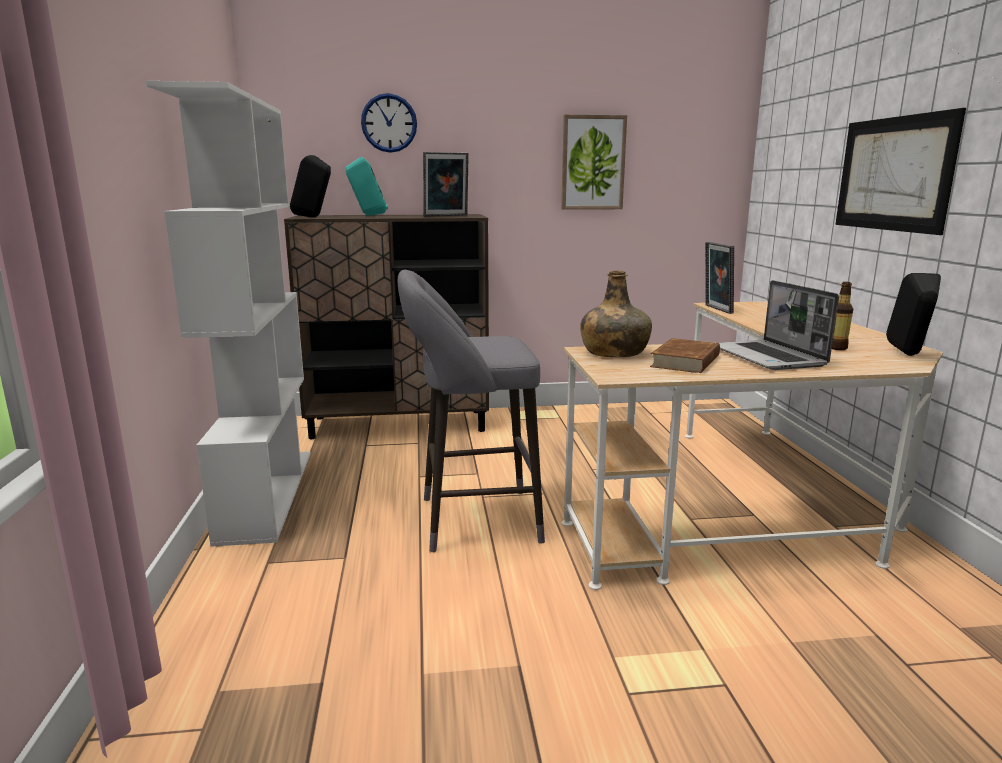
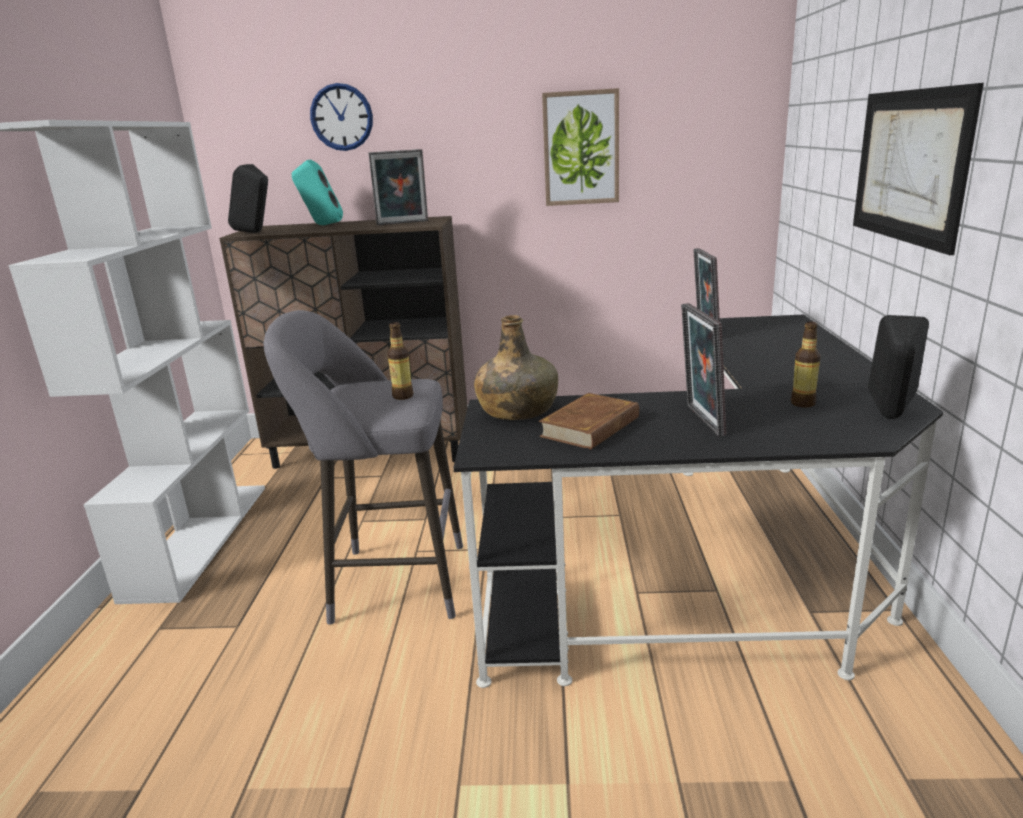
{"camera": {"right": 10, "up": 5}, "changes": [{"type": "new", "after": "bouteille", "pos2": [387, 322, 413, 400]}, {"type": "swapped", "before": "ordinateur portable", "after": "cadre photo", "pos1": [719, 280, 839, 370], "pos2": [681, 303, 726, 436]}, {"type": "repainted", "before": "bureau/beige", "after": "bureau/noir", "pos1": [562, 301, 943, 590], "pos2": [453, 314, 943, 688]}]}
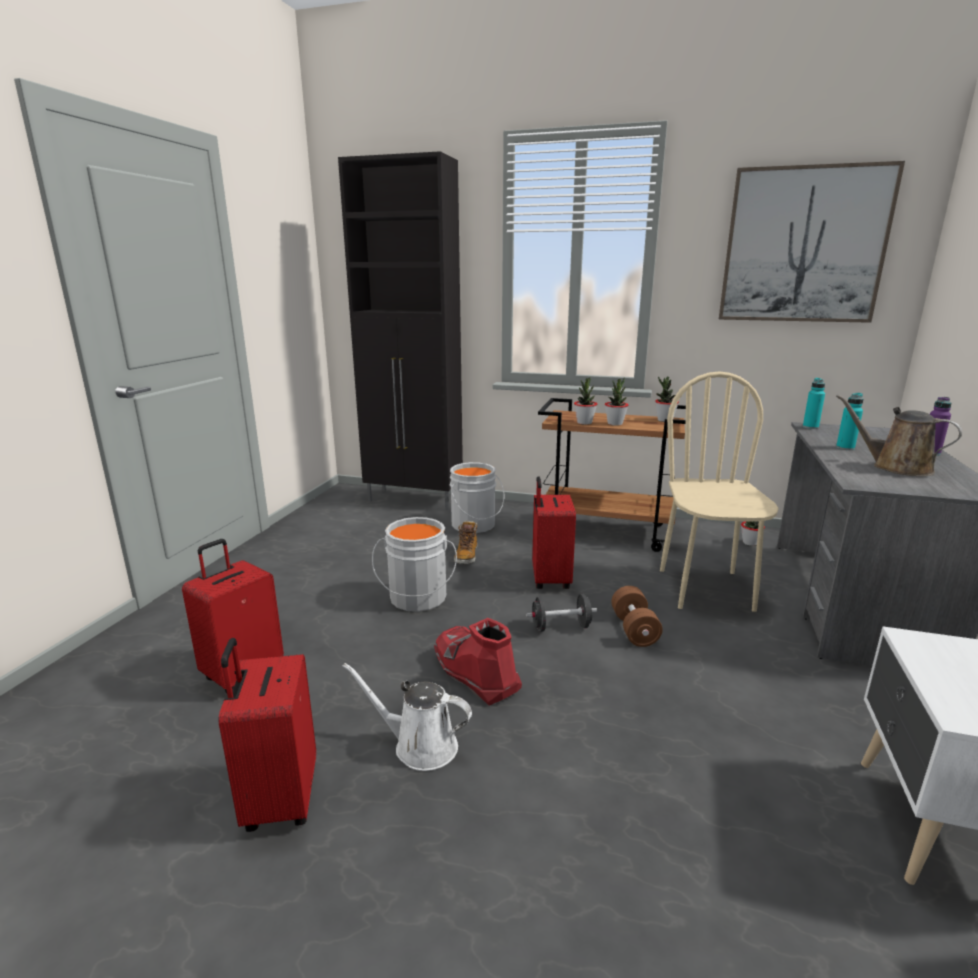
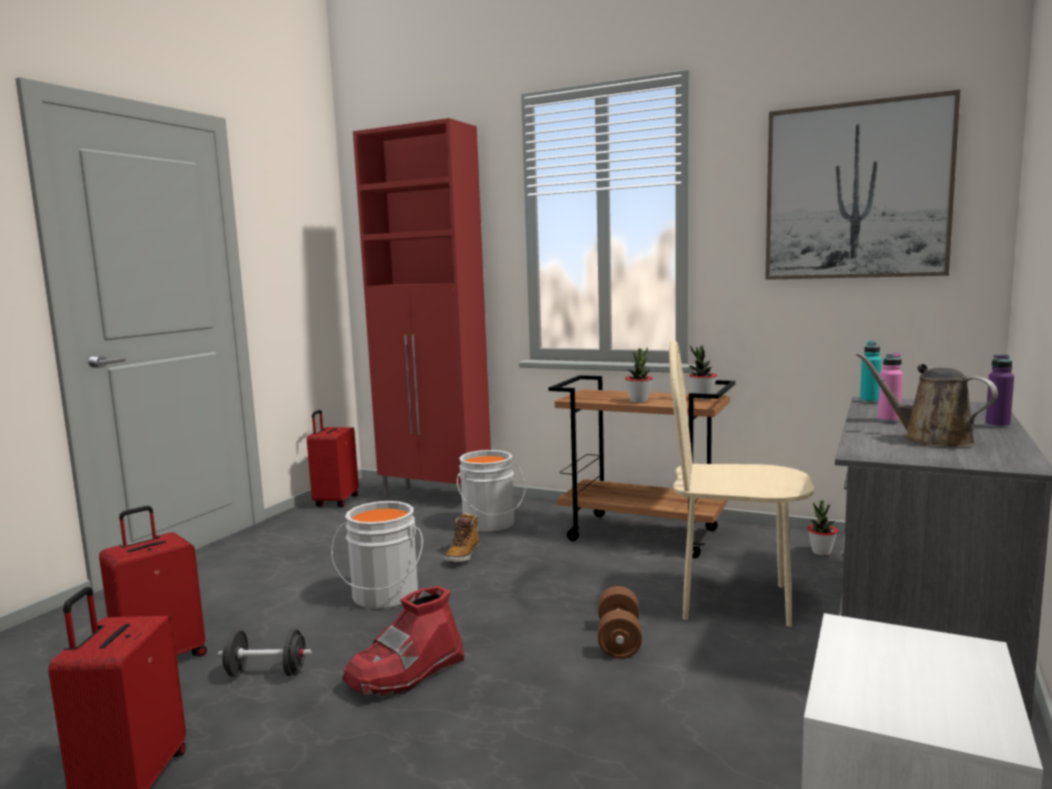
{"camera": {"right": 10, "up": -10}, "changes": [{"type": "gone", "before": "arrosoir/blanc", "pos1": [343, 663, 472, 771]}, {"type": "gone", "before": "plante en pot", "pos1": [574, 377, 597, 425]}, {"type": "shifted", "before": "haltère/noir", "pos1": [526, 594, 597, 632], "pos2": [218, 629, 312, 677]}, {"type": "shifted", "before": "valise/rouge", "pos1": [532, 476, 576, 589], "pos2": [307, 410, 359, 507]}, {"type": "repainted", "before": "meuble de rangement/noir", "after": "meuble de rangement/rouge", "pos1": [338, 151, 463, 510], "pos2": [353, 118, 491, 498]}, {"type": "repainted", "before": "bouteille/turquoise", "after": "bouteille/rose", "pos1": [836, 393, 864, 450], "pos2": [878, 352, 903, 423]}, {"type": "rotated", "before": "botte/rouge", "pos1": [433, 618, 522, 705], "pos2": [342, 586, 464, 696], "turn": -105}, {"type": "rotated", "before": "chaise/beige", "pos1": [660, 371, 779, 612], "pos2": [669, 340, 814, 627], "turn": -90}]}
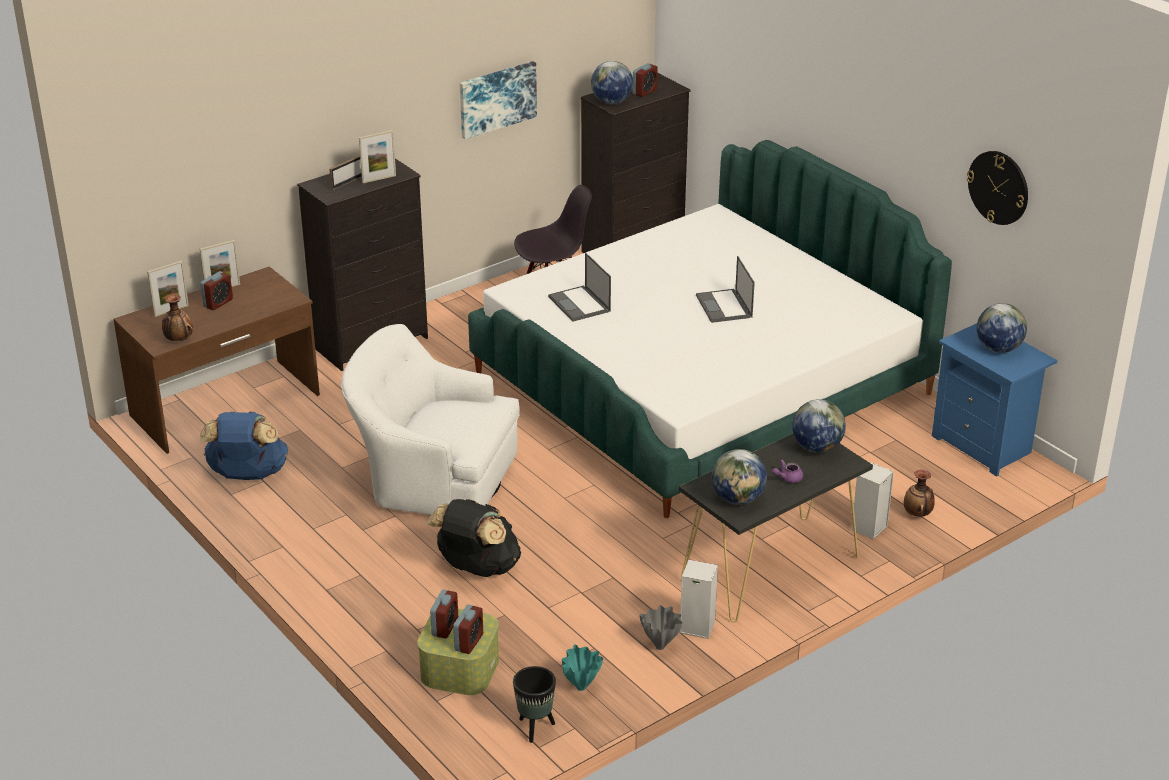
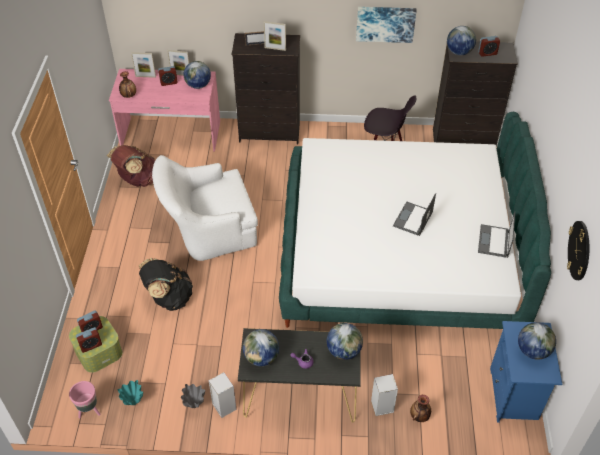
{"camera": {"right": 40, "up": 15}, "changes": [{"type": "new", "after": "globe", "pos2": [184, 61, 211, 89]}, {"type": "shifted", "before": "ordinateur portable", "pos1": [548, 252, 611, 322], "pos2": [478, 212, 515, 258]}, {"type": "repainted", "before": "bureau/marron", "after": "bureau/rose", "pos1": [114, 266, 320, 454], "pos2": [109, 69, 220, 151]}, {"type": "repainted", "before": "sac à dos/bleu", "after": "sac à dos/marron", "pos1": [200, 411, 288, 480], "pos2": [107, 145, 155, 187]}, {"type": "repainted", "before": "cache-pot/noir", "after": "cache-pot/rose", "pos1": [513, 666, 556, 743], "pos2": [69, 381, 101, 418]}, {"type": "rotated", "before": "fauteuil/blanc", "pos1": [341, 324, 520, 515], "pos2": [152, 155, 258, 261], "turn": -75}]}
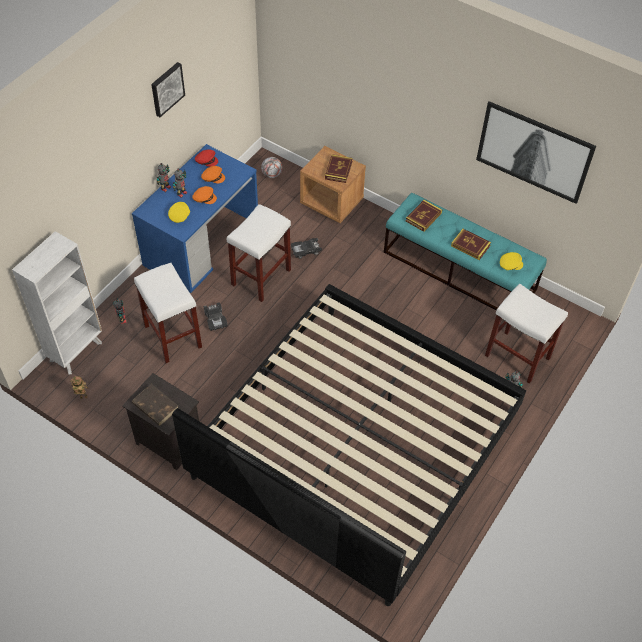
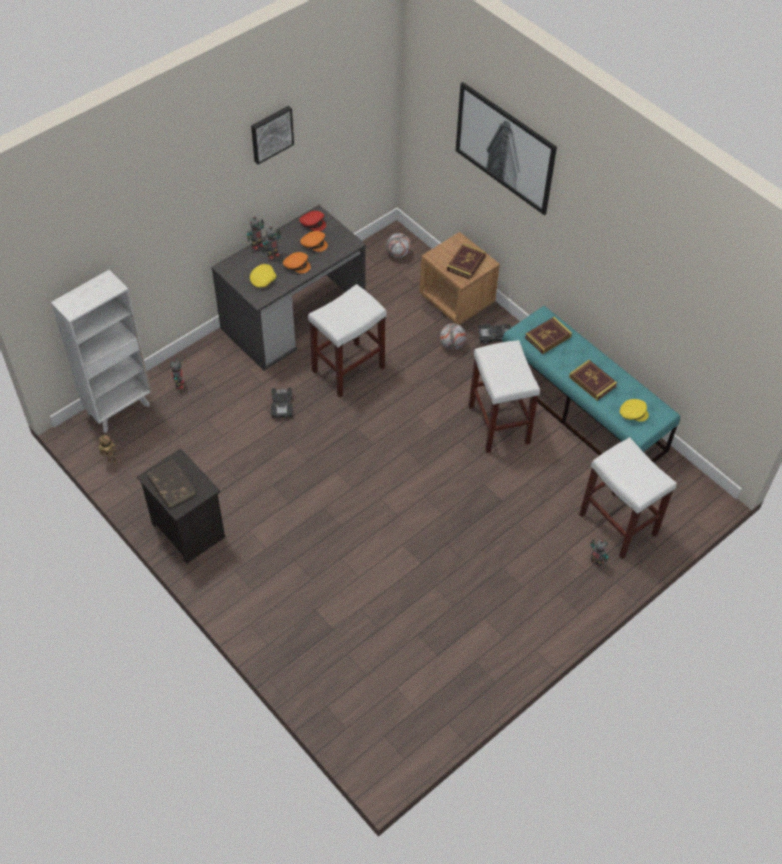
{"camera": {"right": 15, "up": 0}, "changes": [{"type": "gone", "before": "lit", "pos1": [172, 284, 526, 606]}, {"type": "new", "after": "ballon de foot", "pos2": [440, 323, 466, 350]}, {"type": "shifted", "before": "tabouret/blanc", "pos1": [134, 263, 202, 363], "pos2": [468, 340, 540, 453]}, {"type": "shifted", "before": "petite voiture/noir", "pos1": [291, 238, 322, 259], "pos2": [478, 324, 511, 344]}, {"type": "shifted", "before": "tableau", "pos1": [476, 101, 596, 204], "pos2": [456, 82, 557, 215]}, {"type": "repainted", "before": "bureau/bleu", "after": "bureau/gris", "pos1": [132, 144, 258, 293], "pos2": [211, 205, 366, 371]}]}
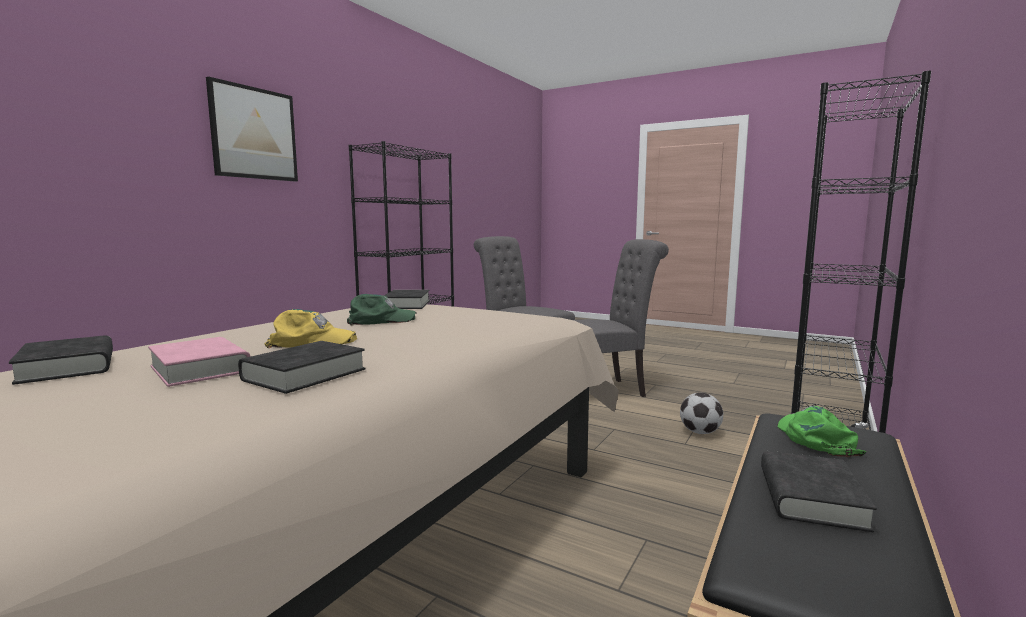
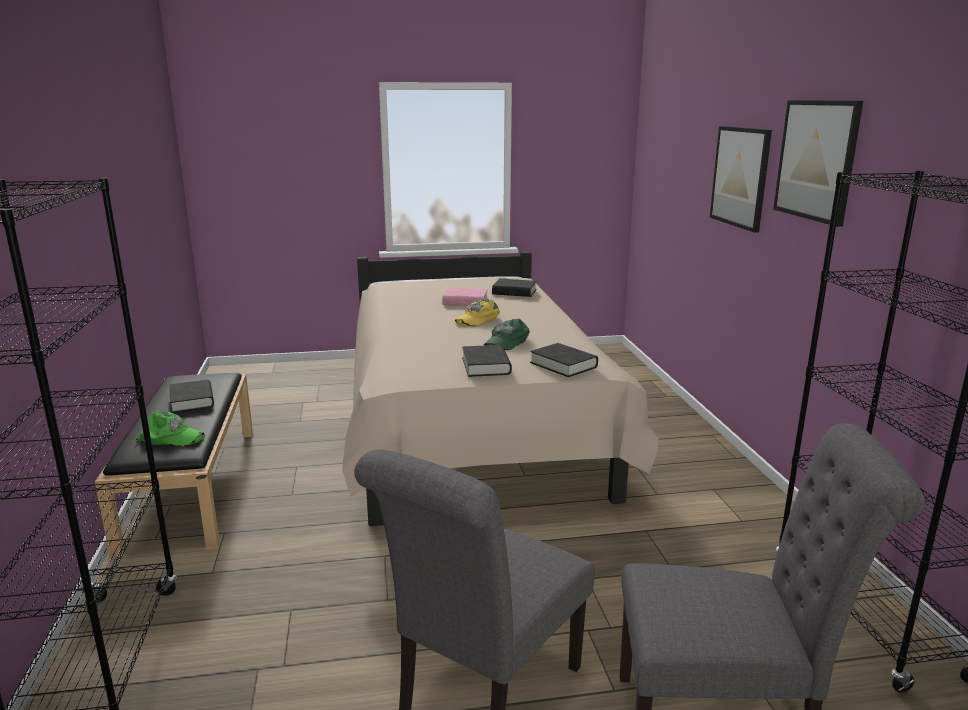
{"camera": {"right": 140, "up": 10}, "changes": [{"type": "gone", "before": "ballon de foot", "pos1": [680, 393, 723, 434]}, {"type": "new", "after": "tableau", "pos2": [710, 126, 772, 233]}, {"type": "shifted", "before": "livre/noir", "pos1": [238, 341, 365, 394], "pos2": [462, 345, 512, 377]}, {"type": "rotated", "before": "casquette/vert", "pos1": [777, 406, 866, 457], "pos2": [135, 412, 205, 447], "turn": -45}]}
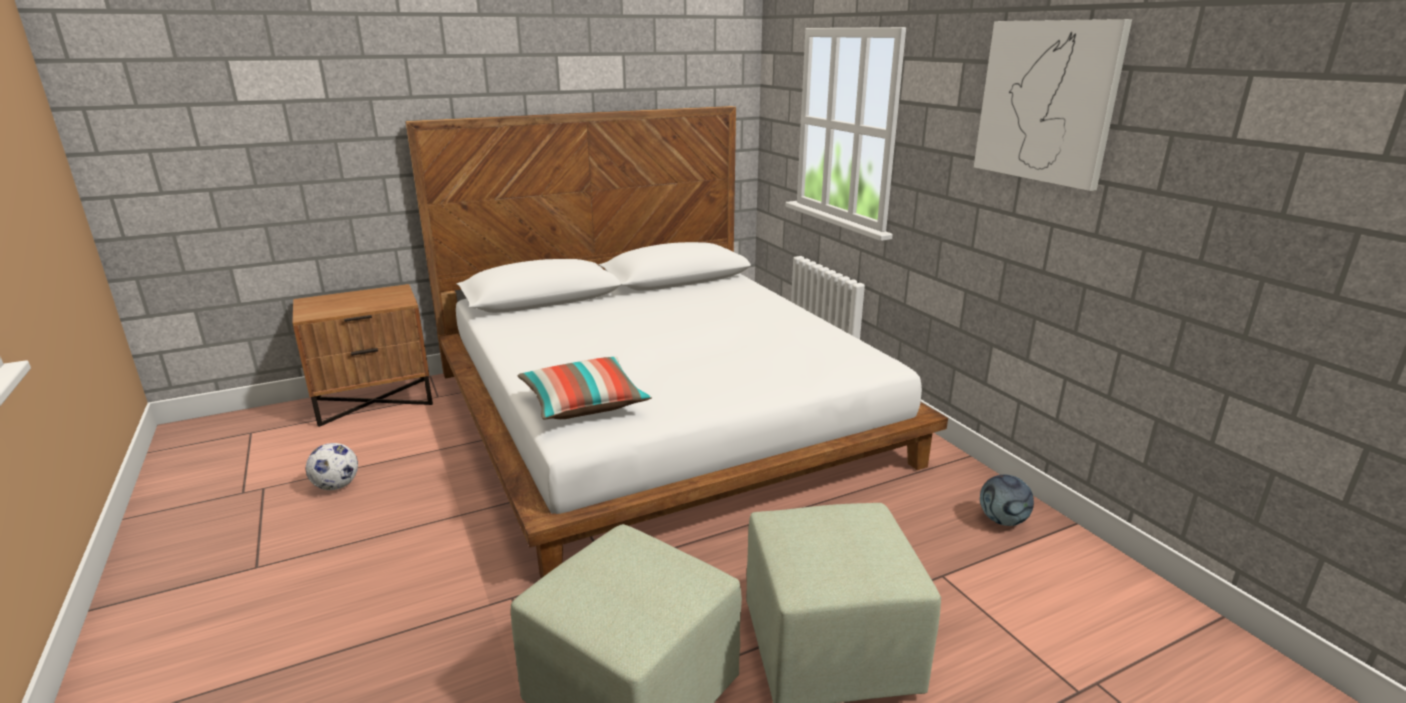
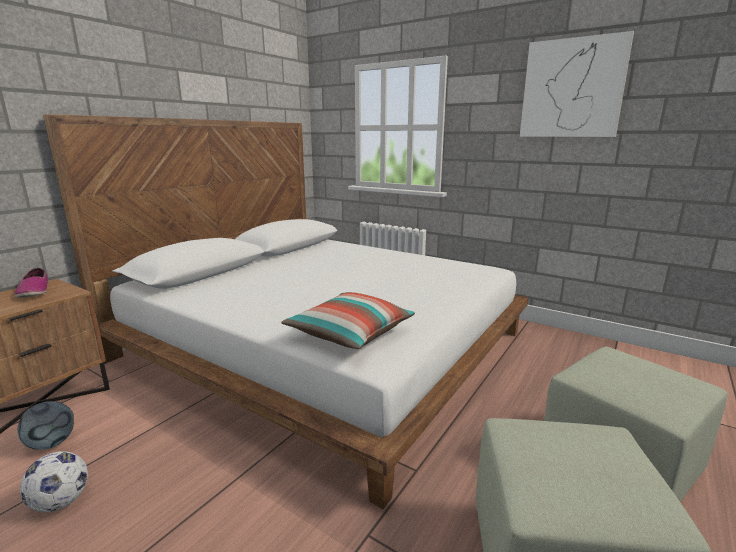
{"camera": {"right": -30, "up": -5}, "changes": [{"type": "new", "after": "chaussure", "pos2": [15, 268, 48, 298]}, {"type": "shifted", "before": "ballon de foot", "pos1": [980, 474, 1034, 526], "pos2": [17, 401, 74, 450]}]}
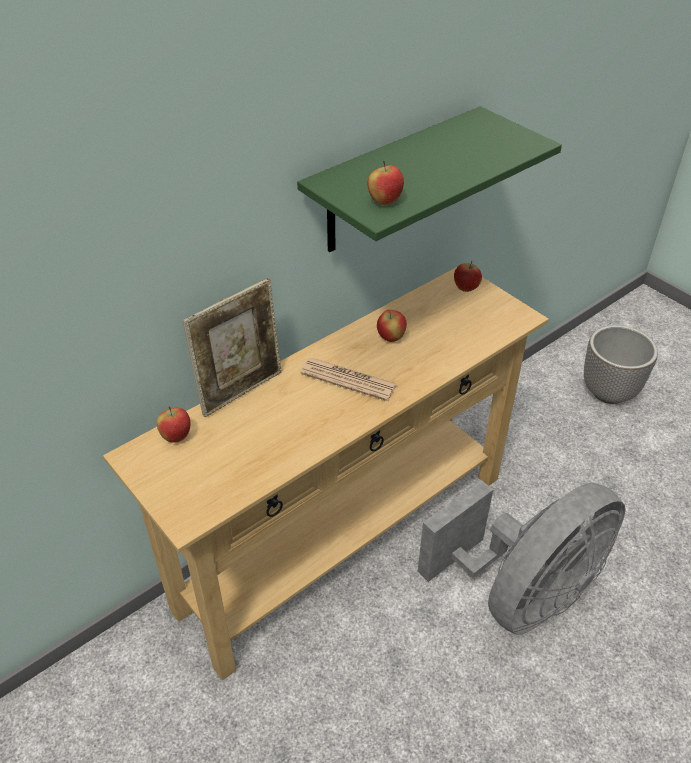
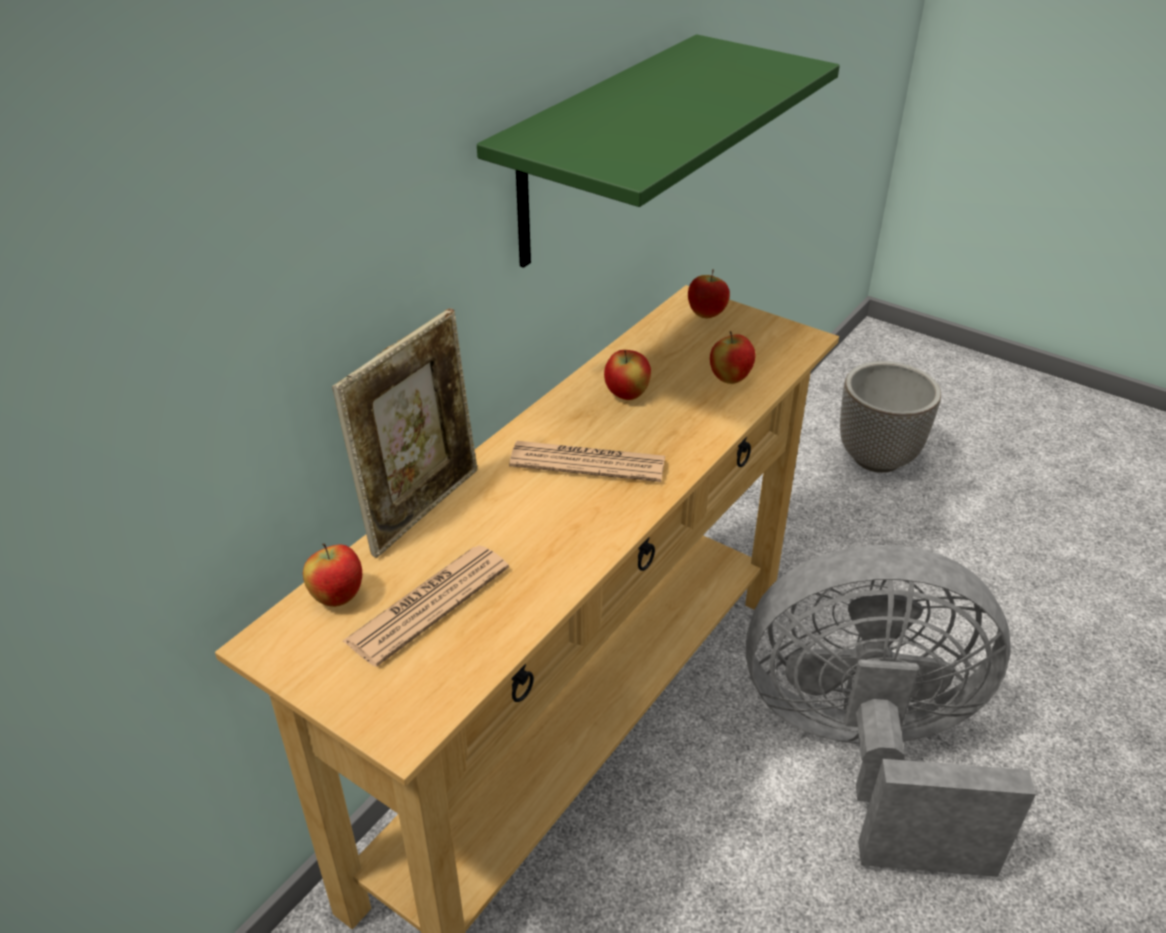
{"camera": {"right": -15, "up": -5}, "changes": [{"type": "new", "after": "journal", "pos2": [343, 545, 509, 667]}, {"type": "shifted", "before": "pomme", "pos1": [368, 161, 404, 205], "pos2": [710, 331, 756, 384]}, {"type": "rotated", "before": "ventilateur/gris", "pos1": [418, 480, 625, 635], "pos2": [746, 545, 1036, 877], "turn": -120}]}
